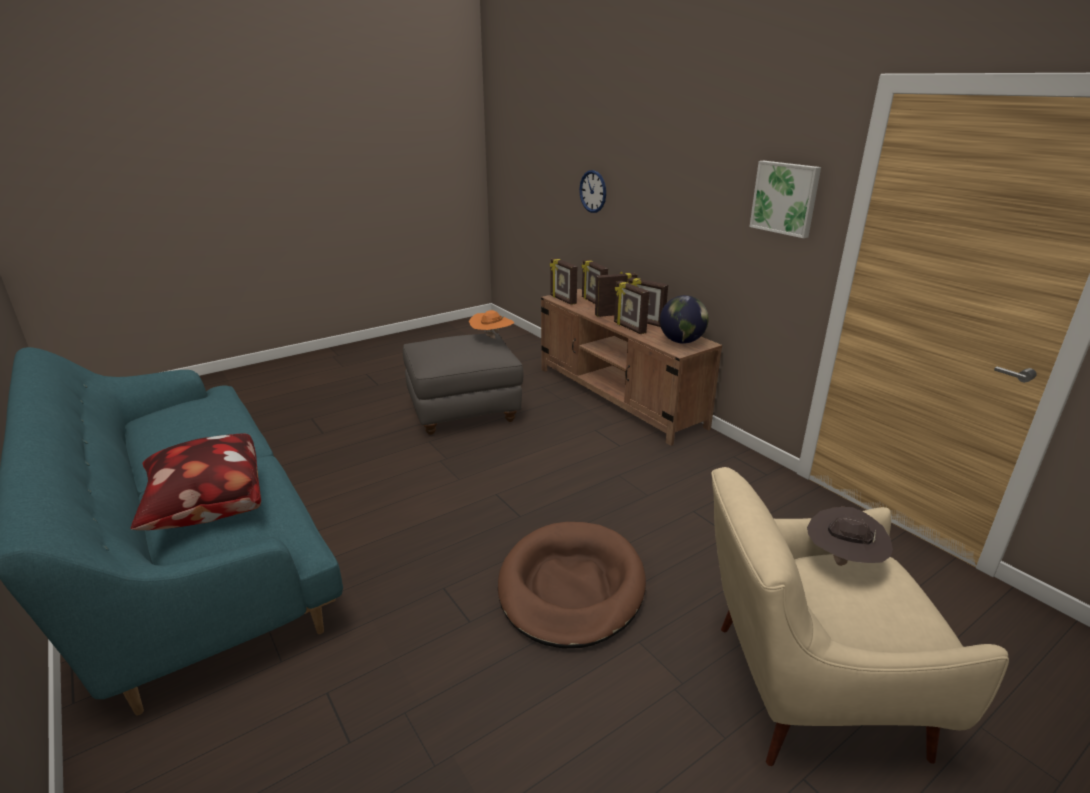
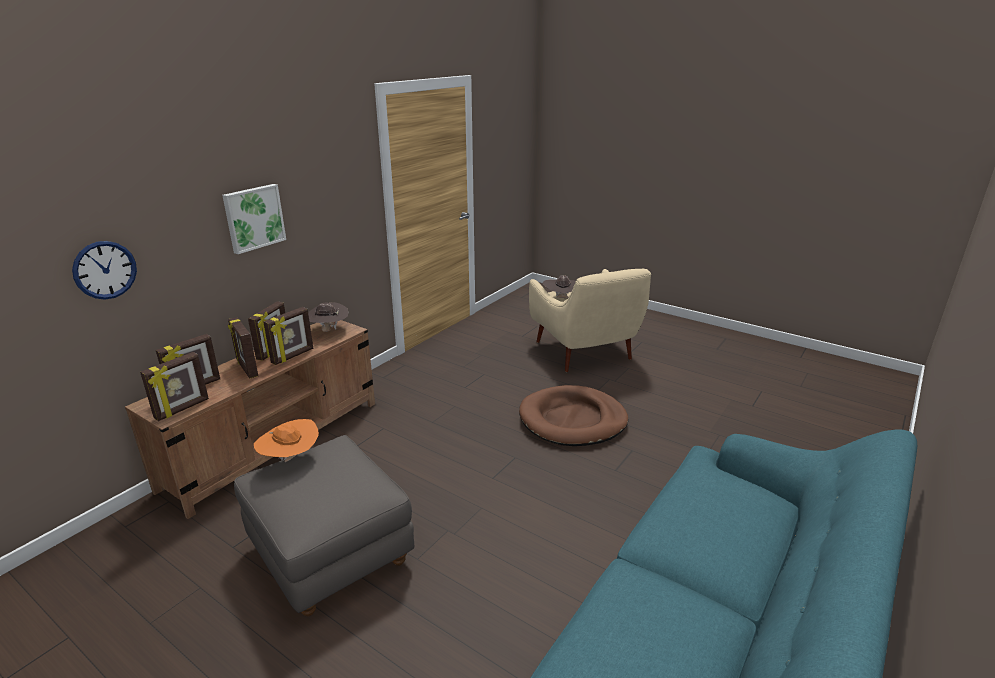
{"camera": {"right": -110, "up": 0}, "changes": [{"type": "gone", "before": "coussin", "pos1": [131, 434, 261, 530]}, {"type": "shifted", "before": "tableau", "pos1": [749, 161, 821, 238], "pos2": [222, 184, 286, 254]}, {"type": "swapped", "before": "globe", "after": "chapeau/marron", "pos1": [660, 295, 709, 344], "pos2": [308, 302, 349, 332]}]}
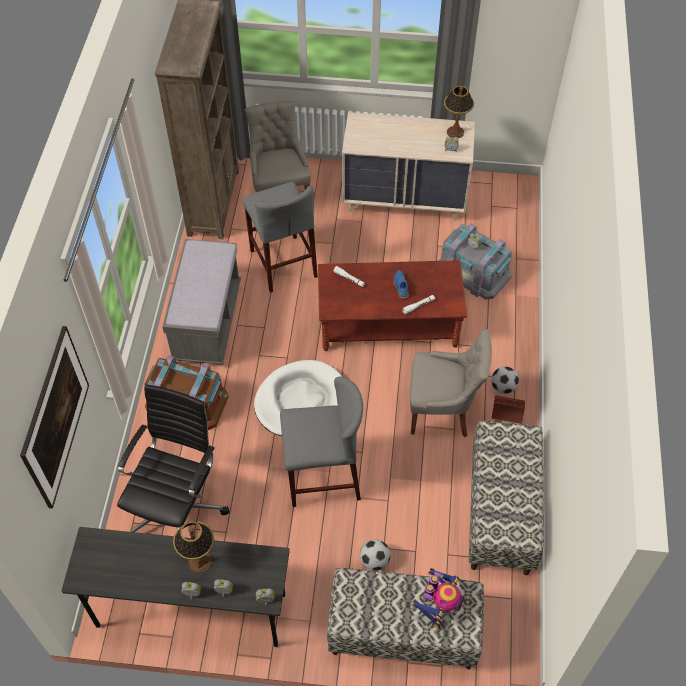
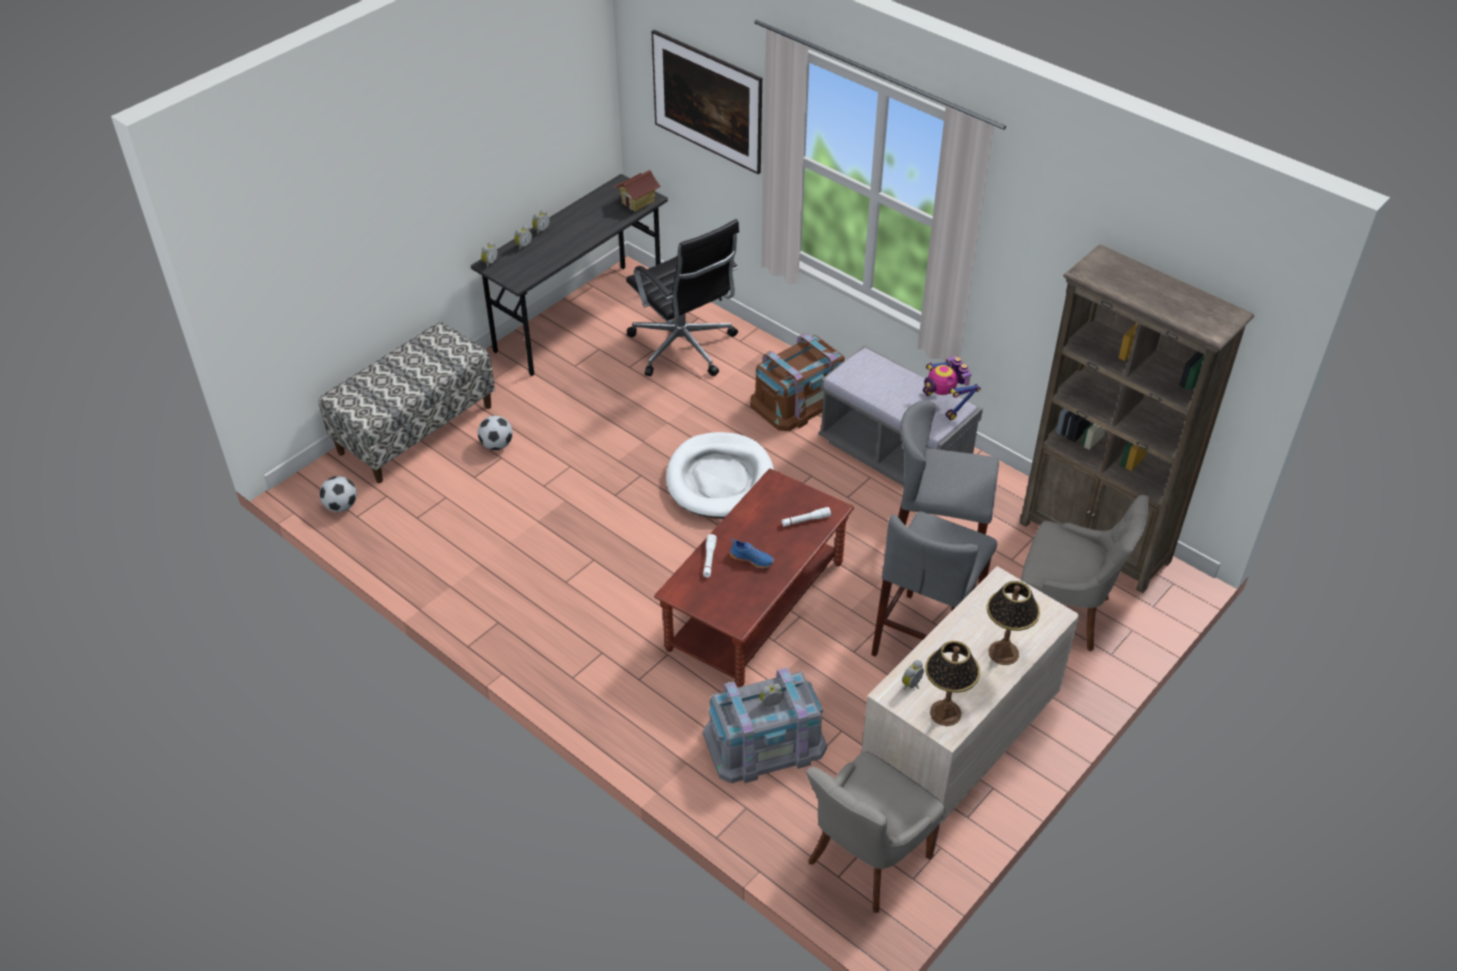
{"camera": {"right": 125, "up": -10}, "changes": [{"type": "gone", "before": "banc", "pos1": [468, 421, 544, 575]}, {"type": "shifted", "before": "lampe de table", "pos1": [173, 521, 214, 573], "pos2": [987, 581, 1040, 665]}, {"type": "shifted", "before": "tabouret/gris", "pos1": [280, 376, 363, 507], "pos2": [871, 511, 997, 657]}, {"type": "shifted", "before": "chaise/gris", "pos1": [410, 329, 492, 437], "pos2": [806, 752, 945, 913]}, {"type": "shifted", "before": "robot jouet", "pos1": [412, 568, 465, 628], "pos2": [923, 356, 981, 420]}, {"type": "shifted", "before": "ballon de foot", "pos1": [491, 366, 519, 394], "pos2": [320, 476, 357, 512]}, {"type": "shifted", "before": "maison miniature", "pos1": [492, 395, 525, 424], "pos2": [614, 170, 661, 212]}]}
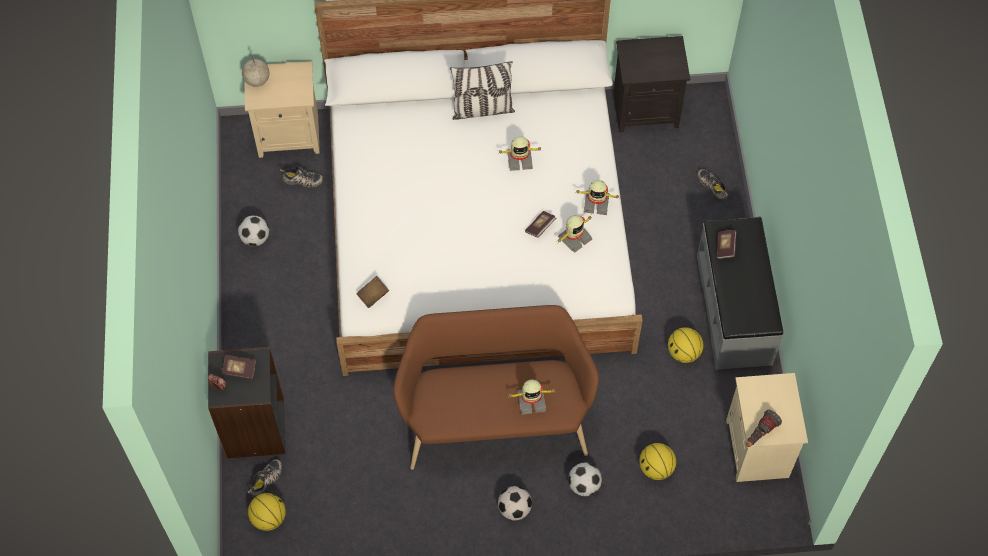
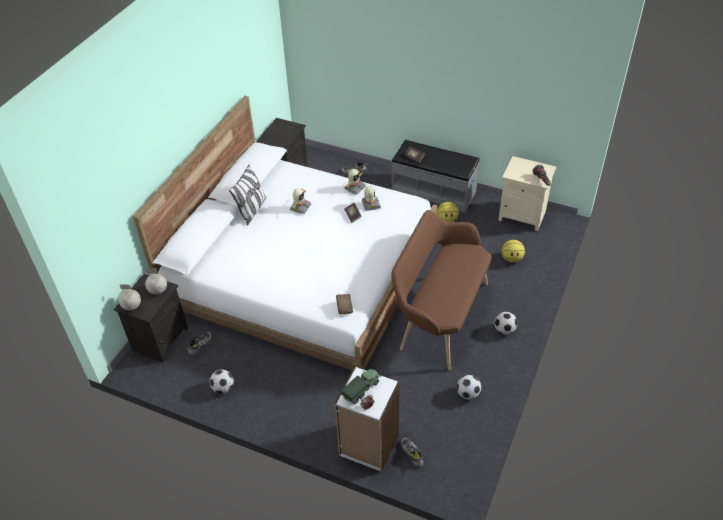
{"camera": {"right": -60, "up": -15}, "changes": [{"type": "gone", "before": "ballon de basket", "pos1": [248, 493, 286, 531]}, {"type": "gone", "before": "robot jouet", "pos1": [509, 379, 556, 415]}, {"type": "new", "after": "globe", "pos2": [145, 268, 167, 295]}, {"type": "shifted", "before": "ballon de foot", "pos1": [568, 463, 602, 496], "pos2": [457, 375, 481, 400]}, {"type": "swapped", "before": "livre", "after": "camion jouet", "pos1": [222, 355, 256, 379], "pos2": [341, 369, 381, 404]}, {"type": "repainted", "before": "bibliothèque/noir", "after": "bibliothèque/blanc", "pos1": [208, 347, 285, 458], "pos2": [334, 366, 400, 472]}, {"type": "repainted", "before": "table de chevet/beige", "after": "table de chevet/noir", "pos1": [245, 61, 320, 158], "pos2": [114, 274, 188, 362]}]}
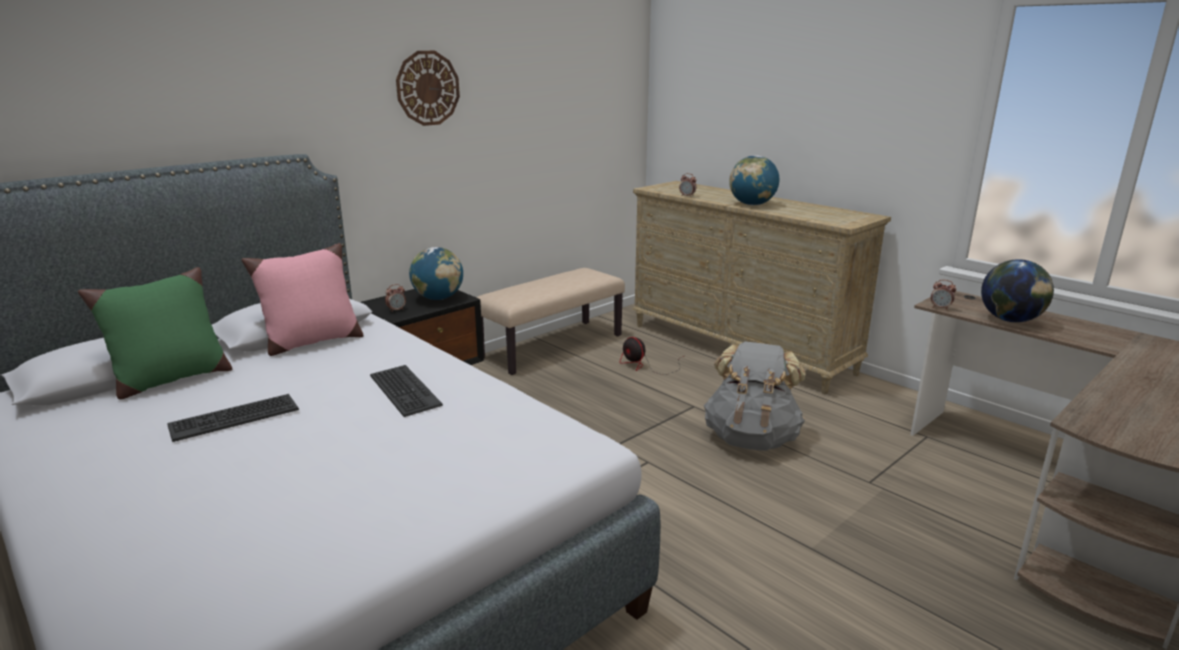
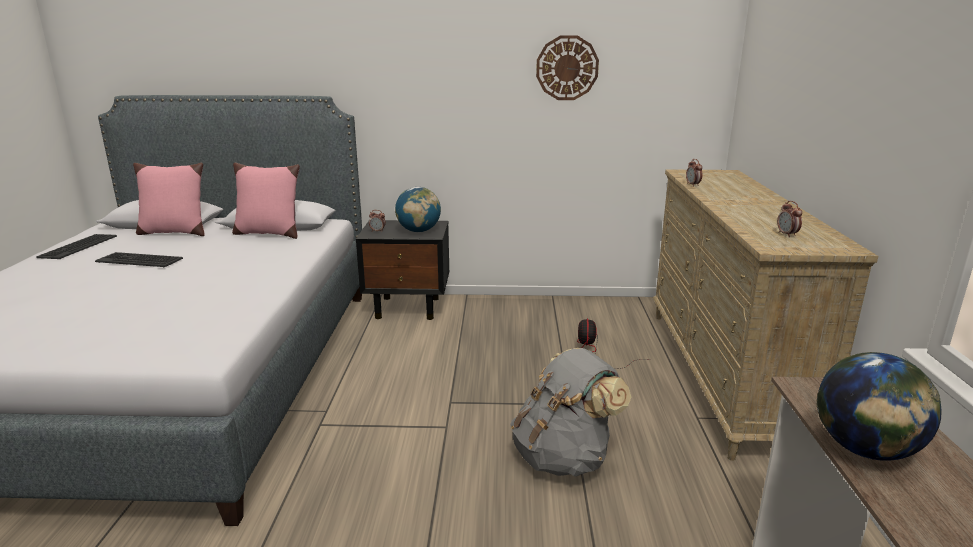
{"camera": {"right": 45, "up": 0}, "changes": [{"type": "gone", "before": "banc/beige", "pos1": [476, 268, 625, 375]}, {"type": "gone", "before": "globe", "pos1": [729, 155, 779, 205]}, {"type": "shifted", "before": "clavier", "pos1": [370, 365, 443, 417], "pos2": [36, 234, 117, 259]}, {"type": "shifted", "before": "horloge murale", "pos1": [396, 51, 460, 126], "pos2": [536, 35, 599, 100]}, {"type": "shifted", "before": "réveil", "pos1": [931, 280, 957, 310], "pos2": [777, 201, 802, 237]}, {"type": "repainted", "before": "coussin/vert", "after": "coussin/rose", "pos1": [78, 267, 232, 400], "pos2": [133, 163, 204, 236]}]}
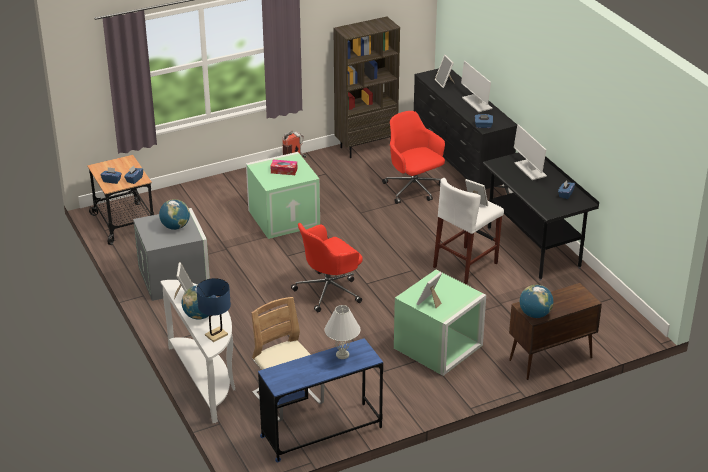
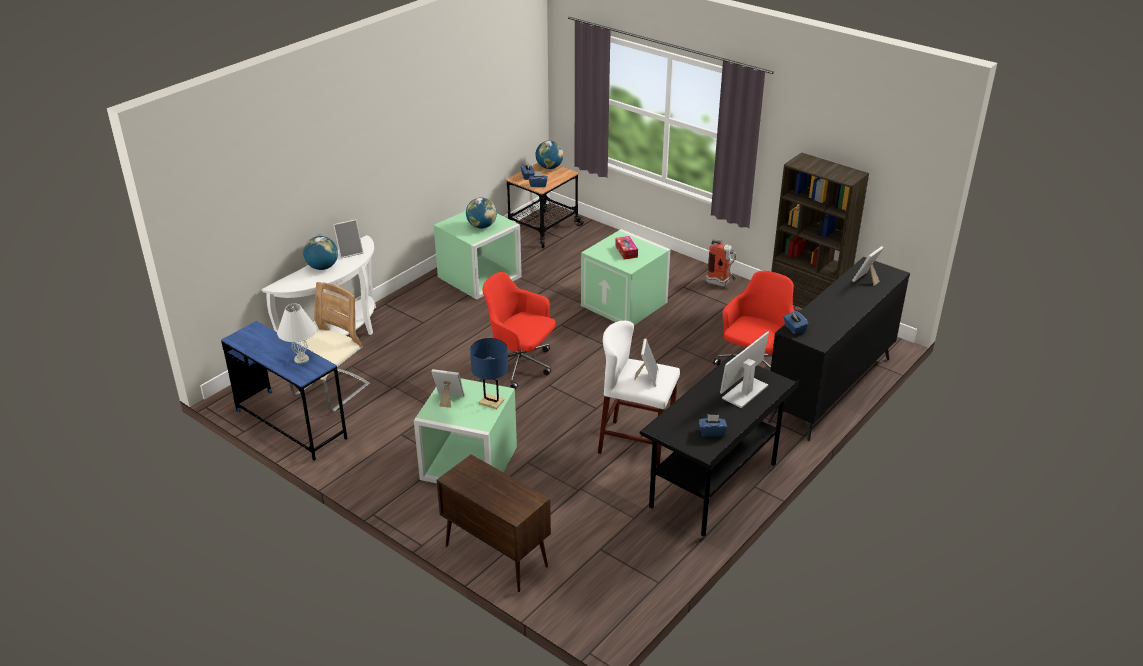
{"camera": {"right": 65, "up": 0}, "changes": [{"type": "gone", "before": "écran d'ordinateur", "pos1": [461, 61, 492, 112]}, {"type": "shifted", "before": "lampe de table/bleu", "pos1": [196, 278, 231, 342], "pos2": [470, 338, 508, 409]}, {"type": "shifted", "before": "globe", "pos1": [520, 285, 553, 318], "pos2": [536, 141, 564, 169]}, {"type": "repainted", "before": "boîte de rangement/gris", "after": "boîte de rangement/vert", "pos1": [133, 208, 210, 301], "pos2": [434, 211, 522, 300]}]}
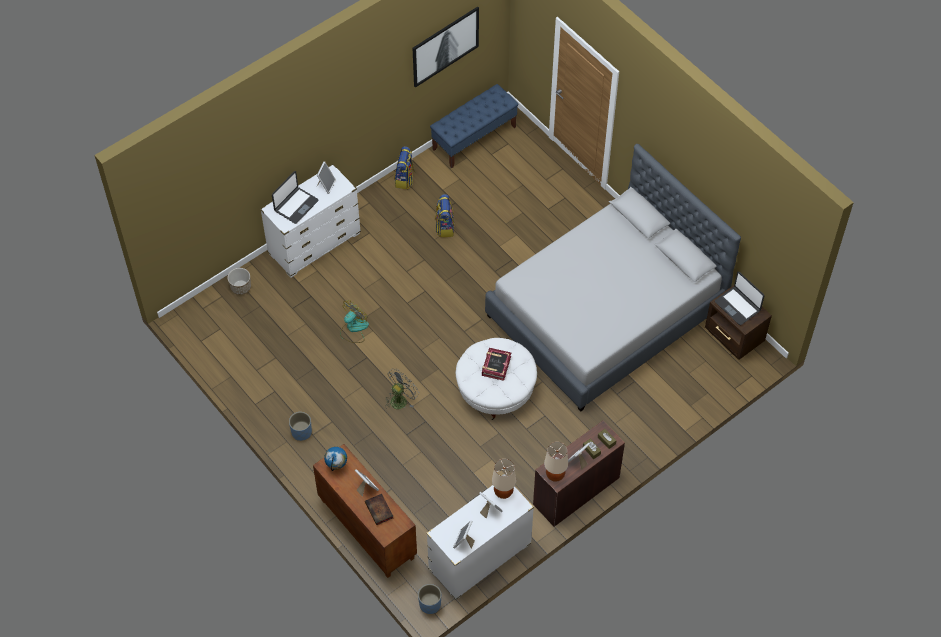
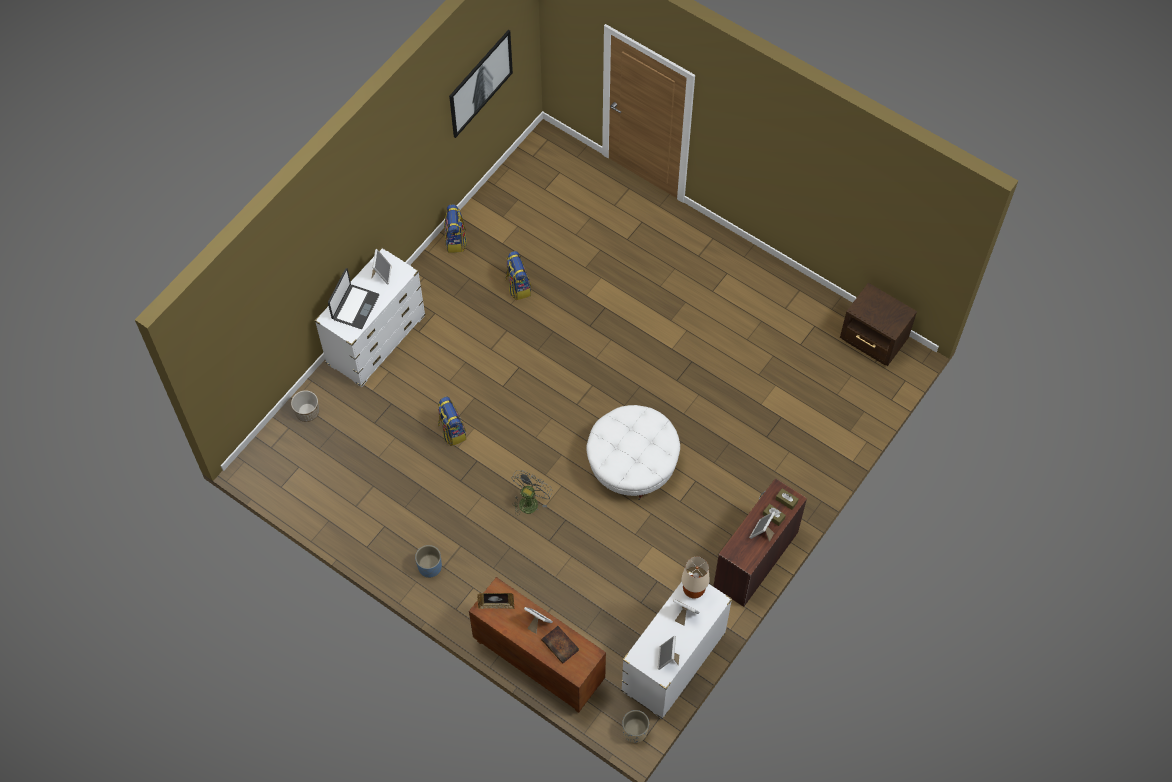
{"camera": {"right": -15, "up": 5}, "changes": [{"type": "gone", "before": "banc/bleu", "pos1": [430, 84, 518, 168]}, {"type": "gone", "before": "livre", "pos1": [482, 348, 511, 381]}, {"type": "gone", "before": "lit/gris", "pos1": [485, 144, 741, 412]}, {"type": "gone", "before": "lampe de table/beige", "pos1": [544, 442, 568, 482]}, {"type": "gone", "before": "ordinateur portable", "pos1": [715, 271, 765, 325]}, {"type": "swapped", "before": "globe", "after": "cadre photo", "pos1": [324, 447, 347, 471], "pos2": [477, 593, 514, 609]}, {"type": "swapped", "before": "ventilateur", "after": "sac à dos", "pos1": [340, 300, 369, 343], "pos2": [438, 396, 466, 446]}, {"type": "repainted", "before": "cache-pot/bleu", "after": "cache-pot/beige", "pos1": [418, 584, 441, 614], "pos2": [622, 710, 649, 743]}]}
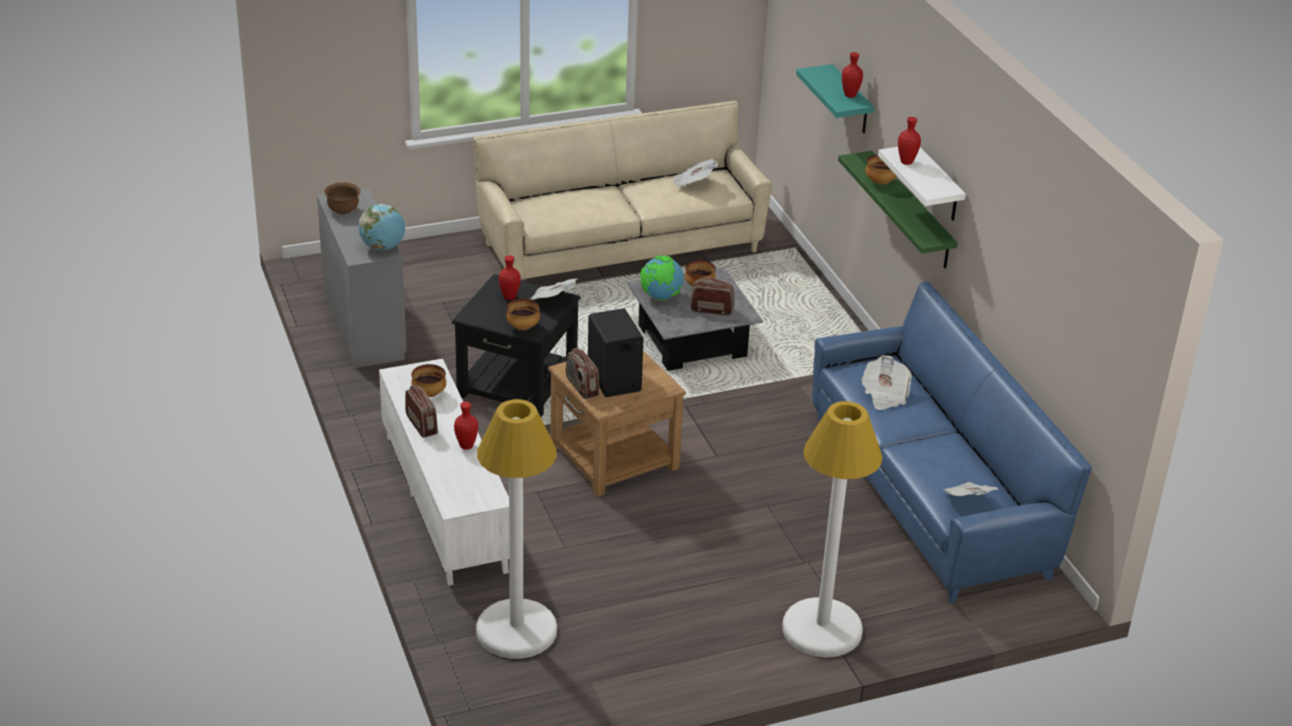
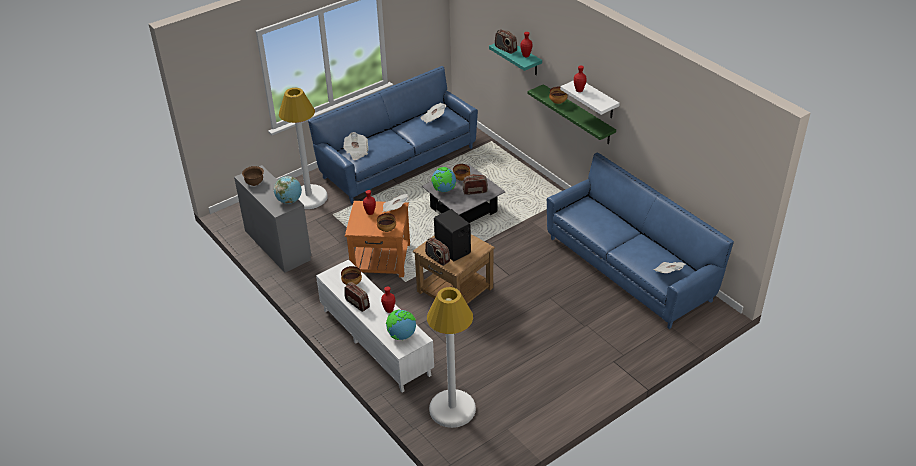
{"camera": {"right": -15, "up": 5}, "changes": [{"type": "new", "after": "globe", "pos2": [386, 309, 416, 340]}, {"type": "new", "after": "radio", "pos2": [495, 29, 517, 54]}, {"type": "shifted", "before": "lampadaire/blanc", "pos1": [782, 401, 883, 657], "pos2": [279, 88, 328, 209]}, {"type": "shifted", "before": "journal", "pos1": [861, 355, 912, 410], "pos2": [343, 132, 368, 160]}, {"type": "repainted", "before": "table d'appoint/noir", "after": "table d'appoint/orange", "pos1": [452, 274, 580, 417], "pos2": [345, 201, 410, 277]}, {"type": "repainted", "before": "canapé/beige", "after": "canapé/bleu", "pos1": [473, 101, 772, 280], "pos2": [308, 66, 478, 203]}]}
